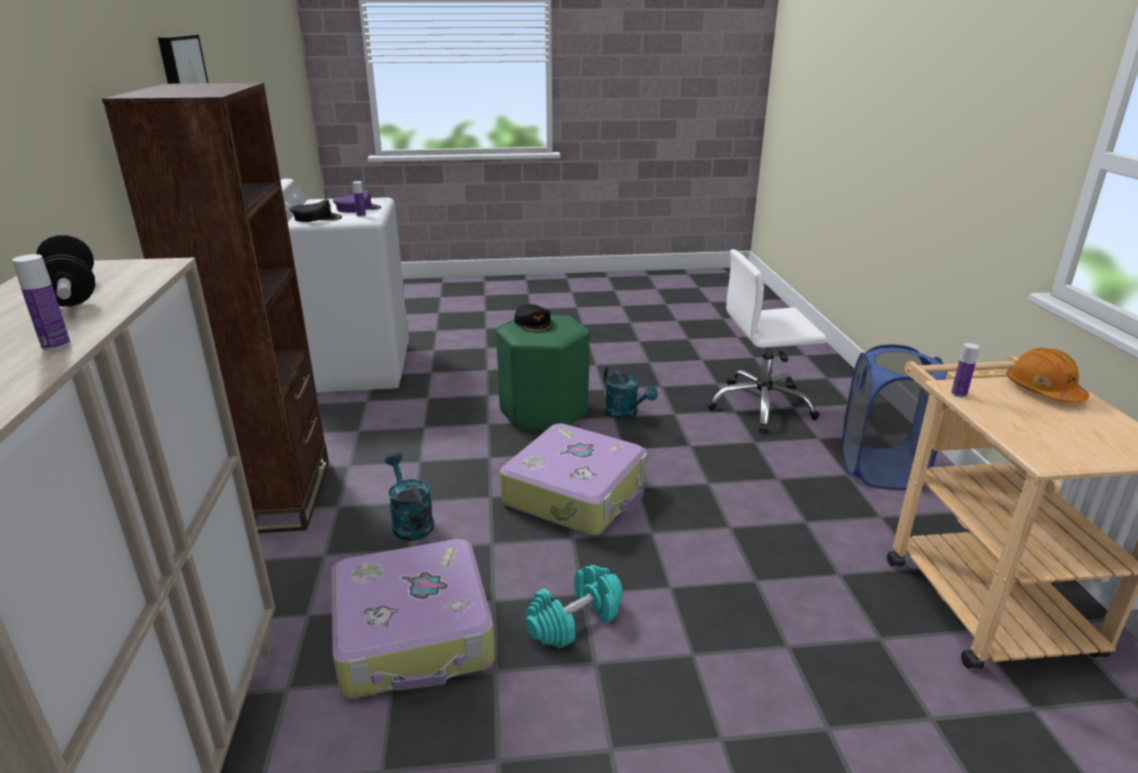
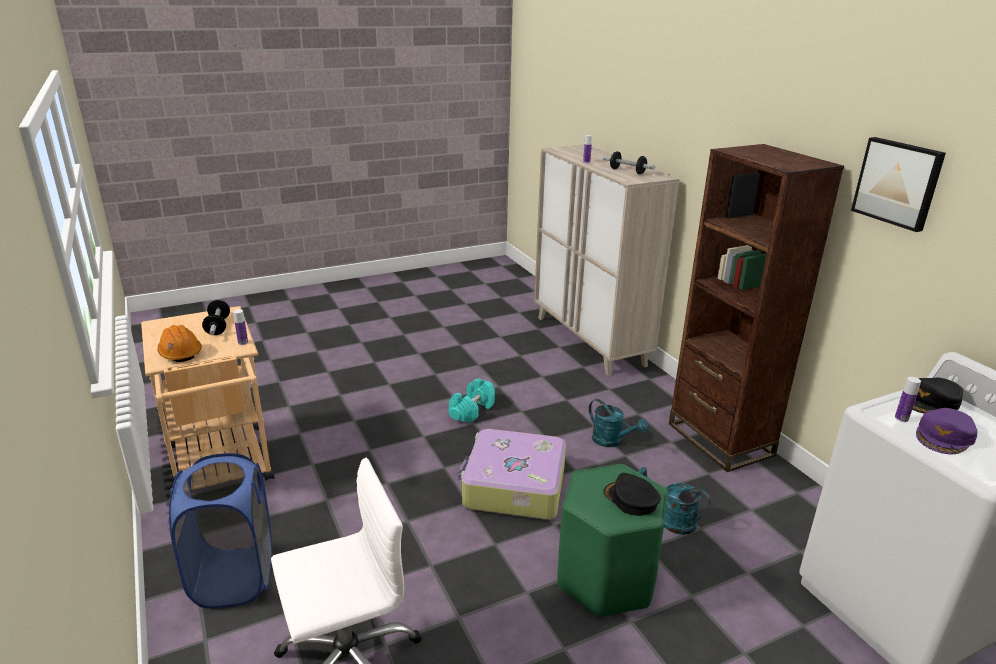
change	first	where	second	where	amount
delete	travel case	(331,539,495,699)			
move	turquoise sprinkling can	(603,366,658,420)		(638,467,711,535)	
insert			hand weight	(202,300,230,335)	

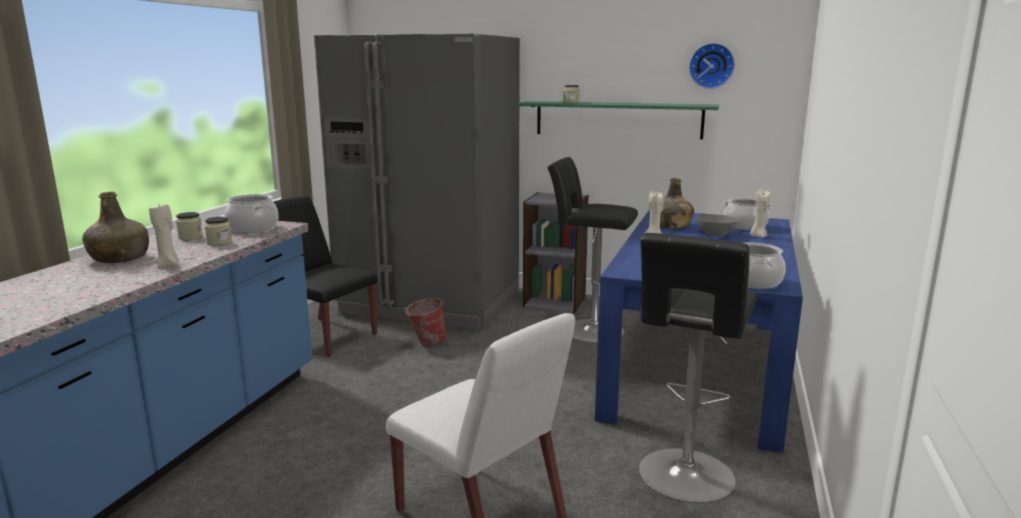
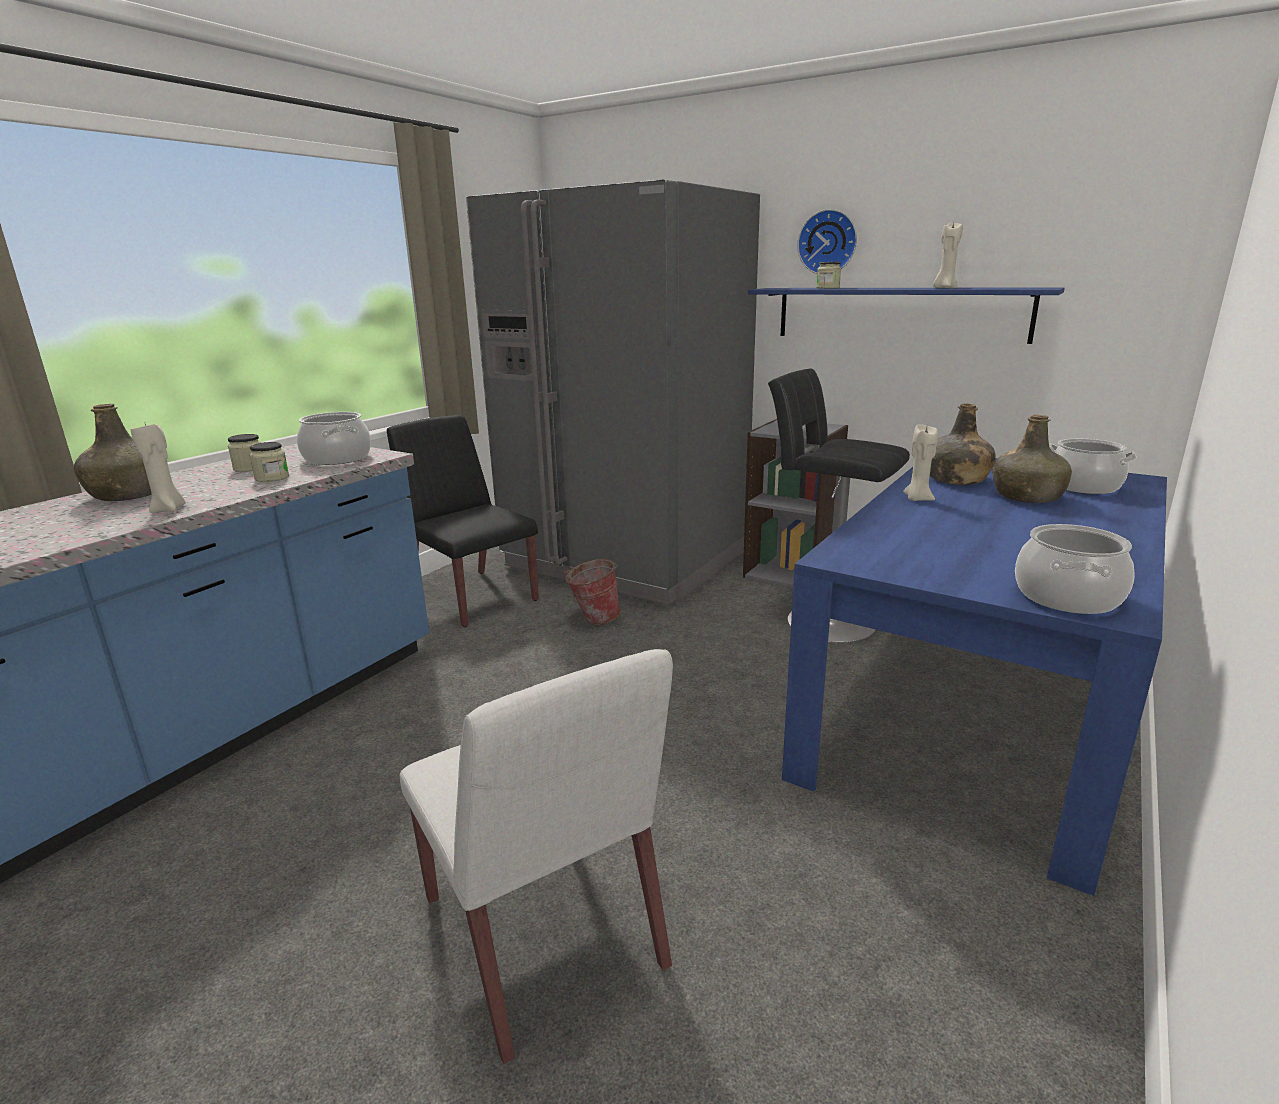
change	first	where	second	where	amount
recolor	green wall shelf	(517,101,719,139)	blue wall shelf	(748,287,1065,344)	
delete	black stool seat	(639,233,757,503)			
move	clock on the wall	(689,43,735,89)		(797,209,857,274)	
replace	gray bowl	(697,214,738,236)	green beverage bottle	(993,415,1072,503)	
move	beige-coloured candle	(750,190,771,238)		(933,222,963,288)	

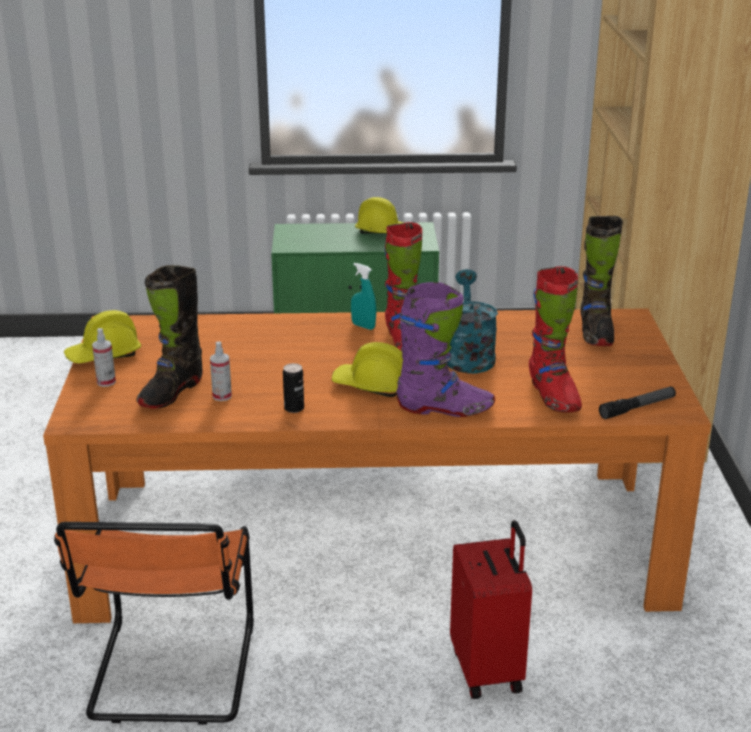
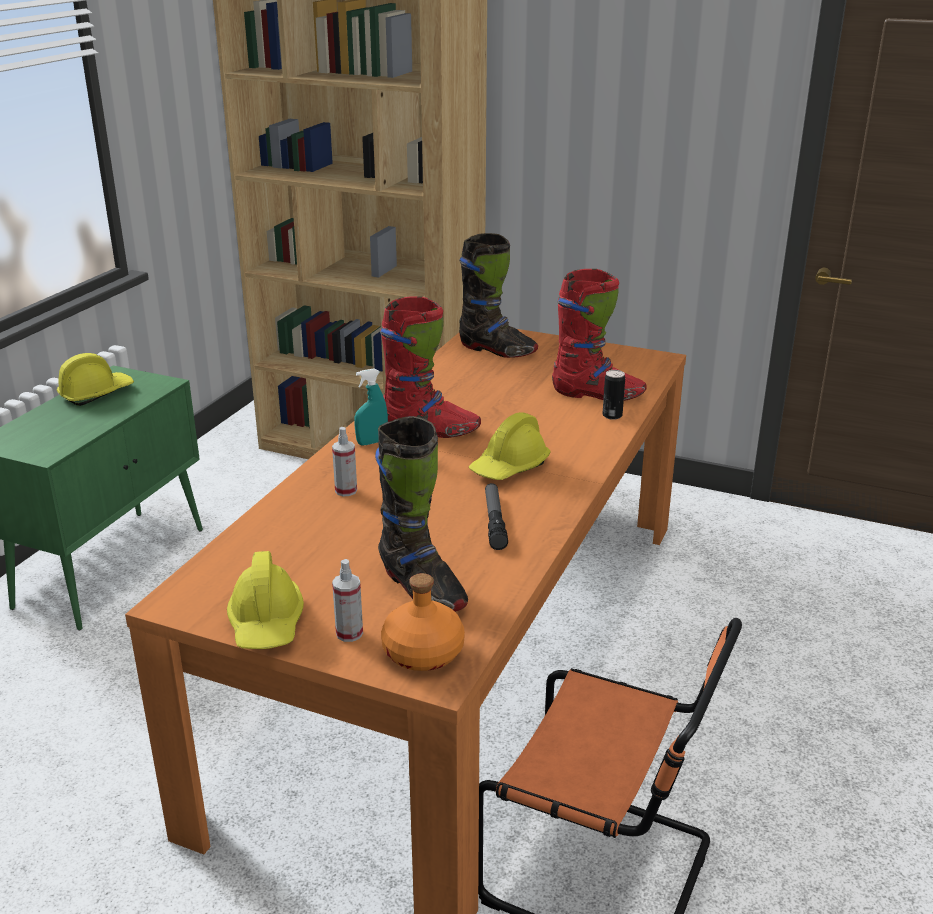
change	first	where	second	where	amount
move	sprayer	(210,341,232,401)		(332,427,357,496)	
move	metal can	(283,363,304,413)		(602,370,625,420)	
delete	purple boot	(396,282,495,417)			
delete	turquoise sprinkling can	(447,269,498,374)			
delete	reddish travel case	(450,520,532,699)			
move	torch	(599,387,676,419)		(485,483,508,550)	
insert			orange-coloured beverage bottle	(381,573,465,671)	

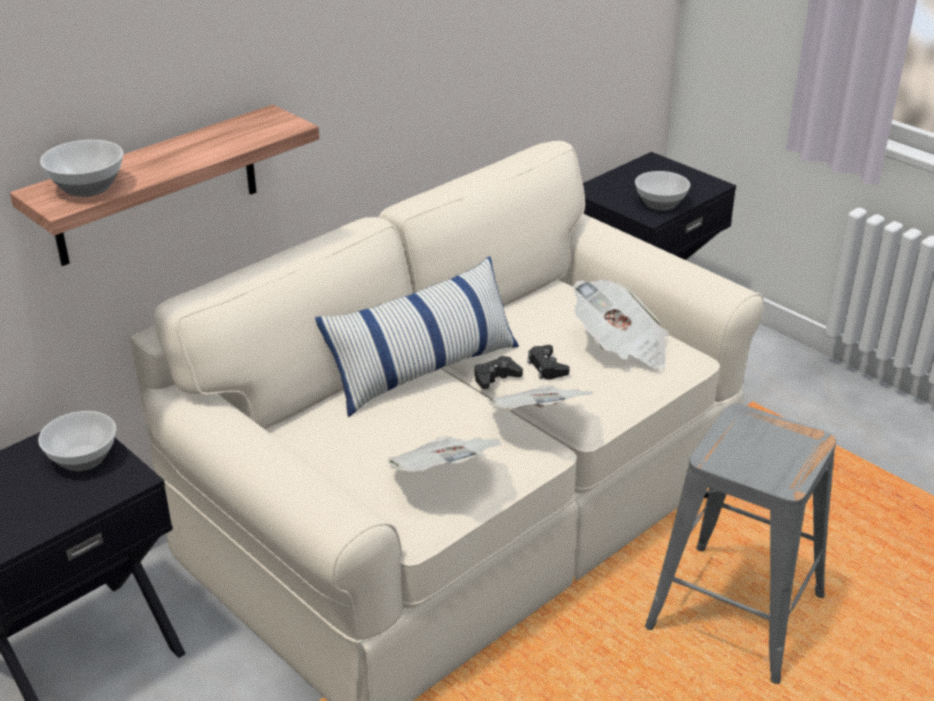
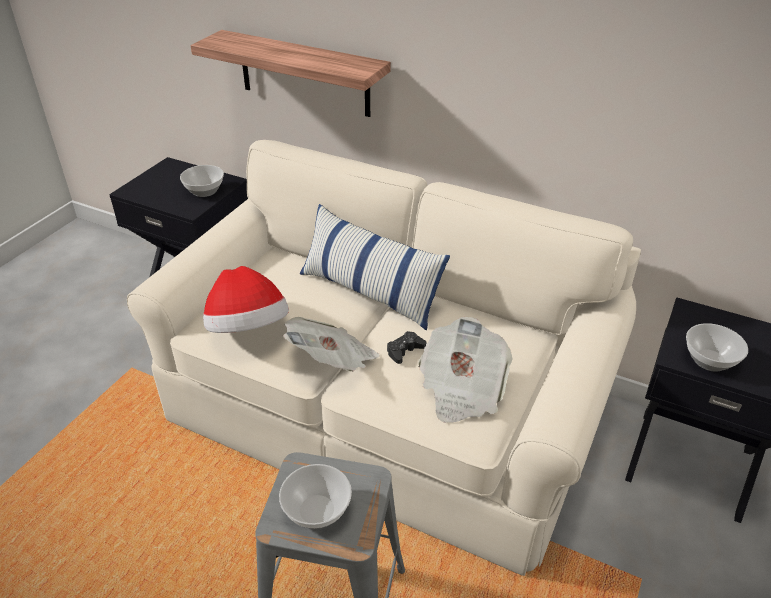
change	first	where	second	where	amount
move	bowl	(40,140,124,197)		(279,464,352,529)	
replace	newspaper	(387,436,502,472)	hat	(203,266,289,333)	
delete	black gamepad	(475,356,523,389)			

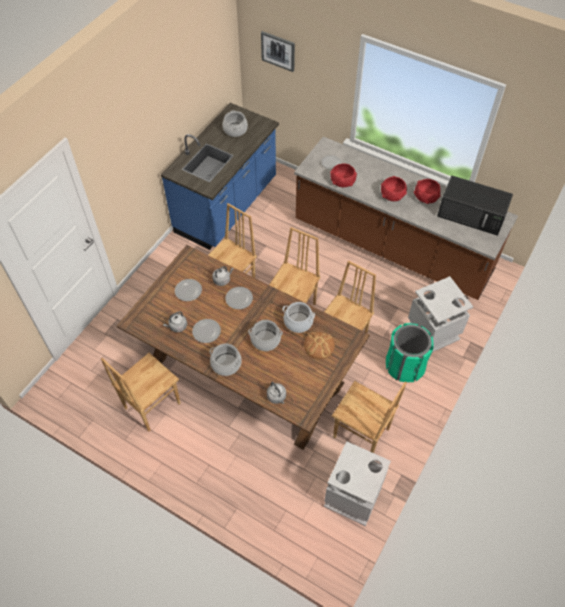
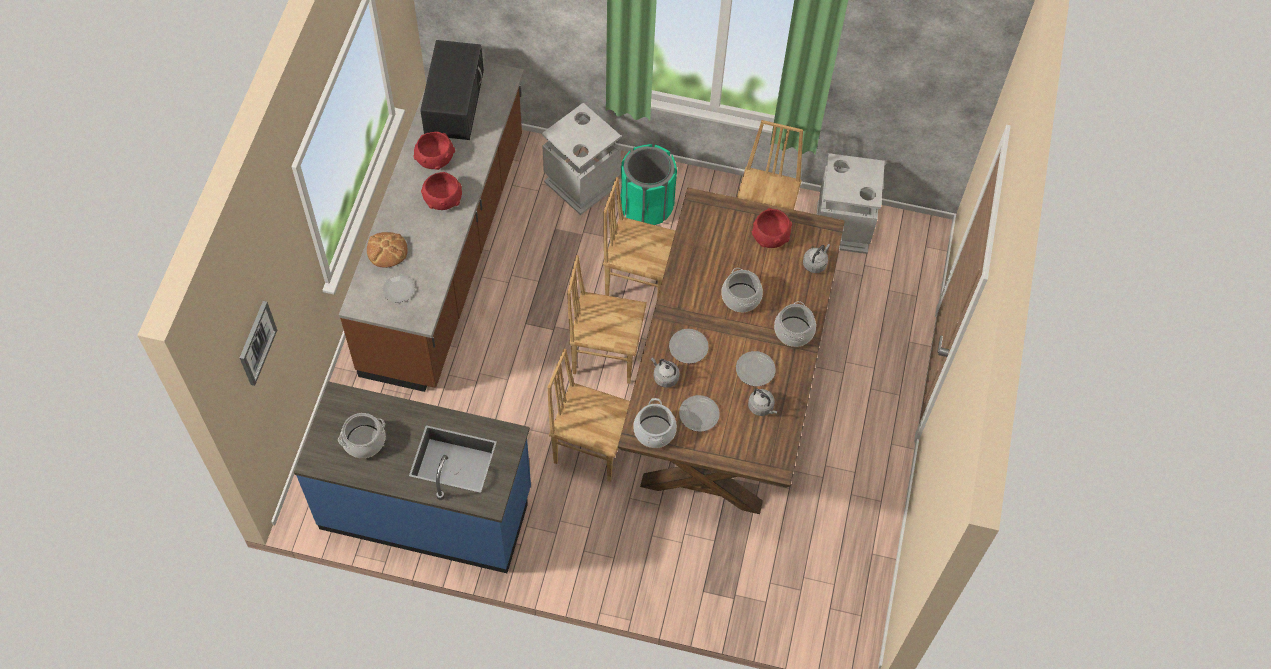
change	first	where	second	where	amount
delete	brown upright chair	(101,352,180,432)			
move	stockpot	(283,302,315,333)		(633,398,677,448)	
move	baked bread	(304,332,335,359)		(367,232,408,268)	
move	reddish bowl	(330,163,357,187)		(752,208,792,248)	

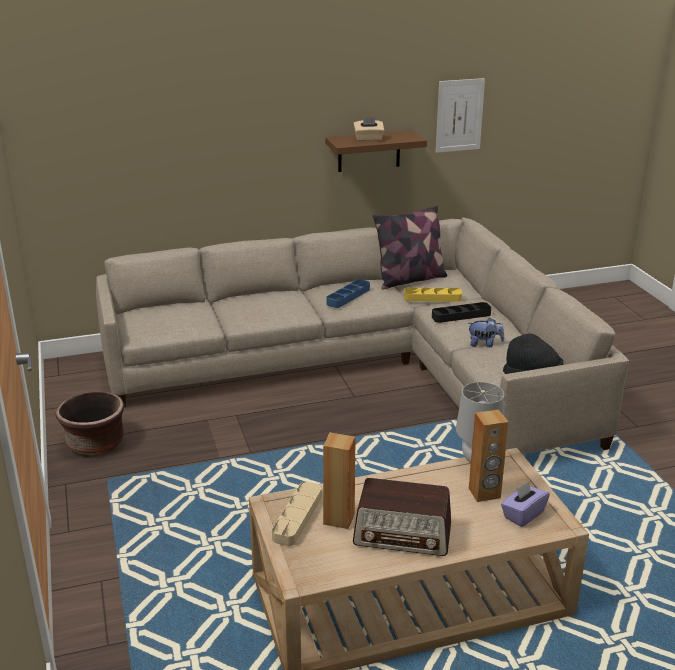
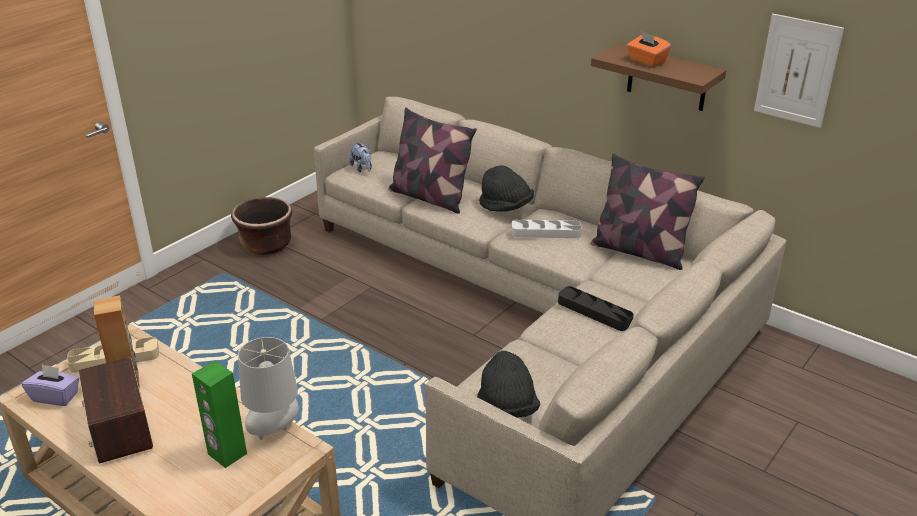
change	first	where	second	where	amount
recolor	blue serving tray	(327,279,370,308)	gray serving tray	(512,220,582,238)	
recolor	beige-coloured box of tissues	(353,118,384,141)	orange-coloured box of tissues	(627,32,671,67)	
delete	yellow serving tray	(404,288,462,302)			
move	cuddly toy	(467,318,504,347)		(349,142,372,172)	
recolor	brown speaker	(469,410,509,502)	green speaker	(192,361,247,468)	
move	purple box of tissues	(501,481,550,527)		(22,364,79,406)	
insert			pillow	(388,108,477,214)	
insert			black hat	(479,165,534,212)	

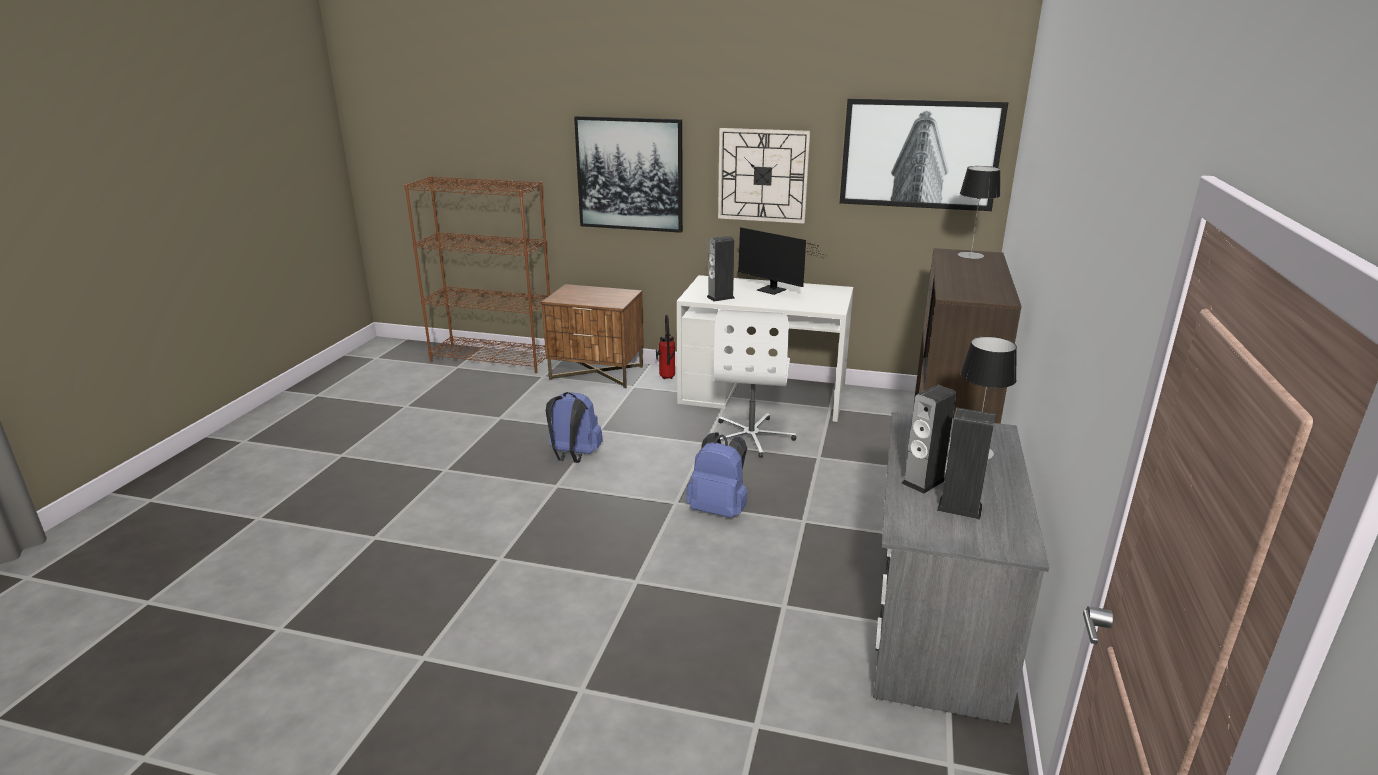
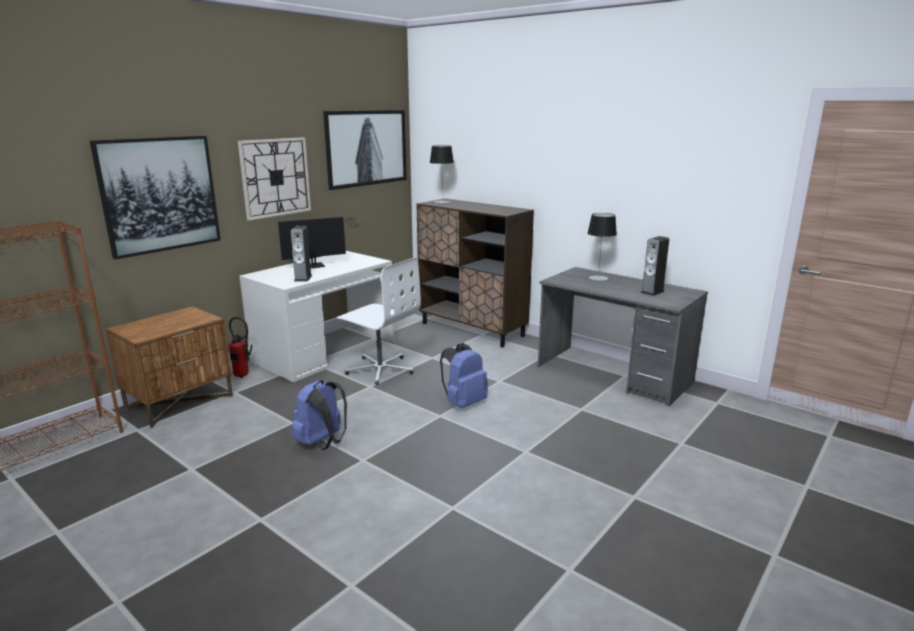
change	first	where	second	where	amount
delete	speaker	(901,385,956,494)			

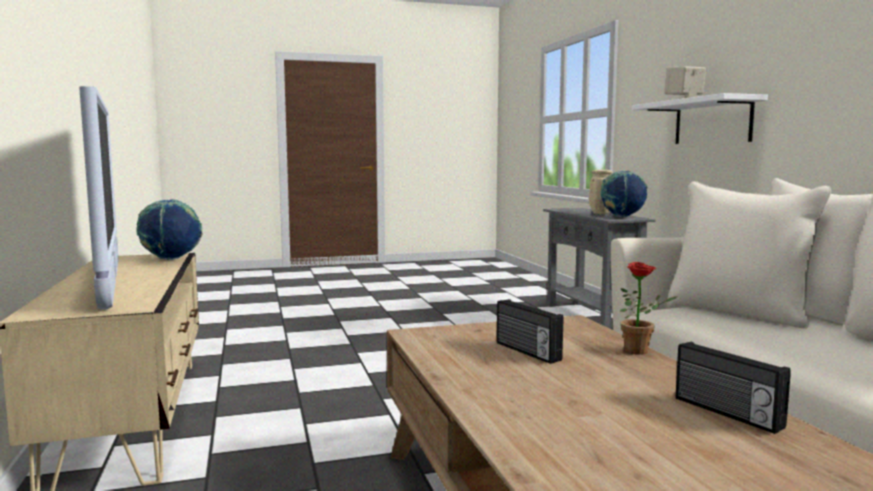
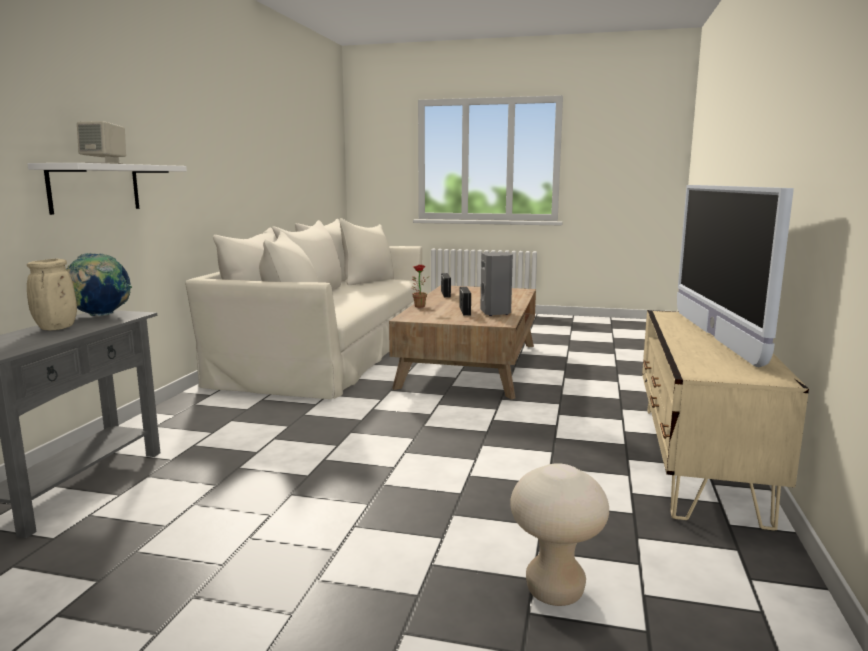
change	first	where	second	where	amount
delete	desk globe	(136,199,203,260)			
insert			gray speaker	(480,252,513,316)	
insert			beige-coloured stool seat	(510,463,609,606)	

